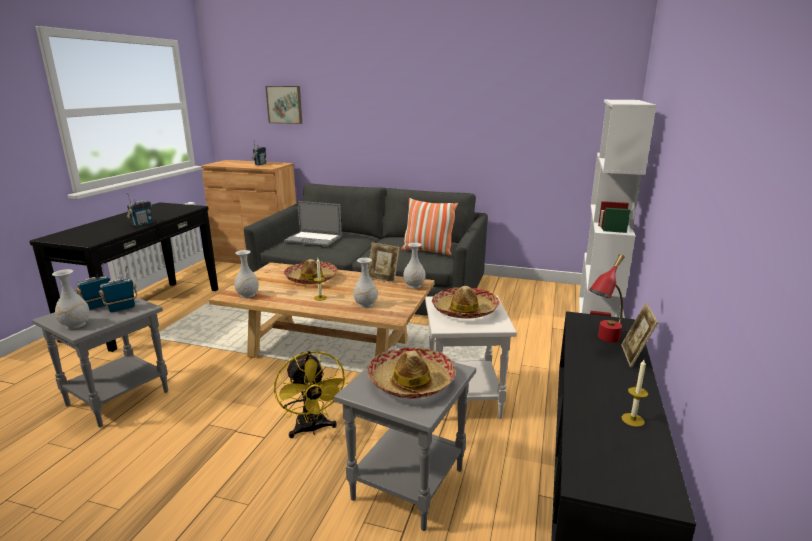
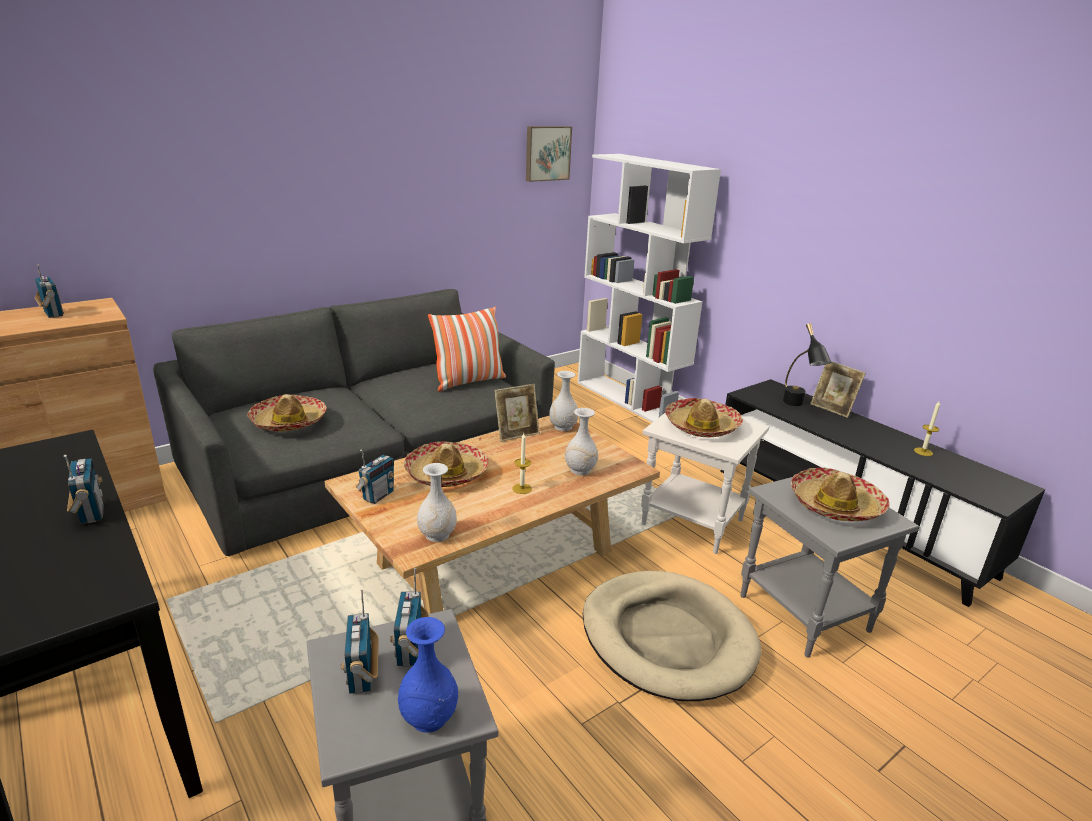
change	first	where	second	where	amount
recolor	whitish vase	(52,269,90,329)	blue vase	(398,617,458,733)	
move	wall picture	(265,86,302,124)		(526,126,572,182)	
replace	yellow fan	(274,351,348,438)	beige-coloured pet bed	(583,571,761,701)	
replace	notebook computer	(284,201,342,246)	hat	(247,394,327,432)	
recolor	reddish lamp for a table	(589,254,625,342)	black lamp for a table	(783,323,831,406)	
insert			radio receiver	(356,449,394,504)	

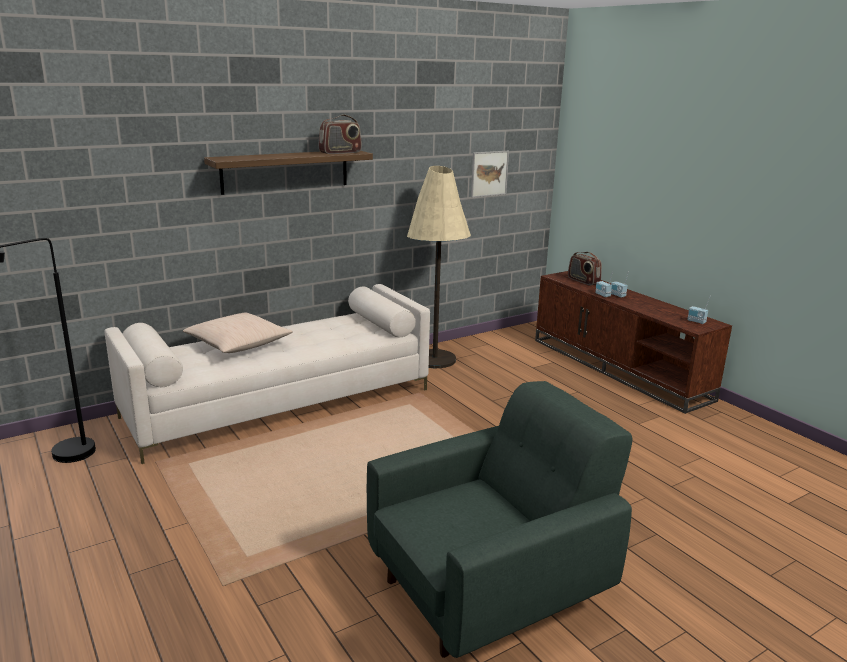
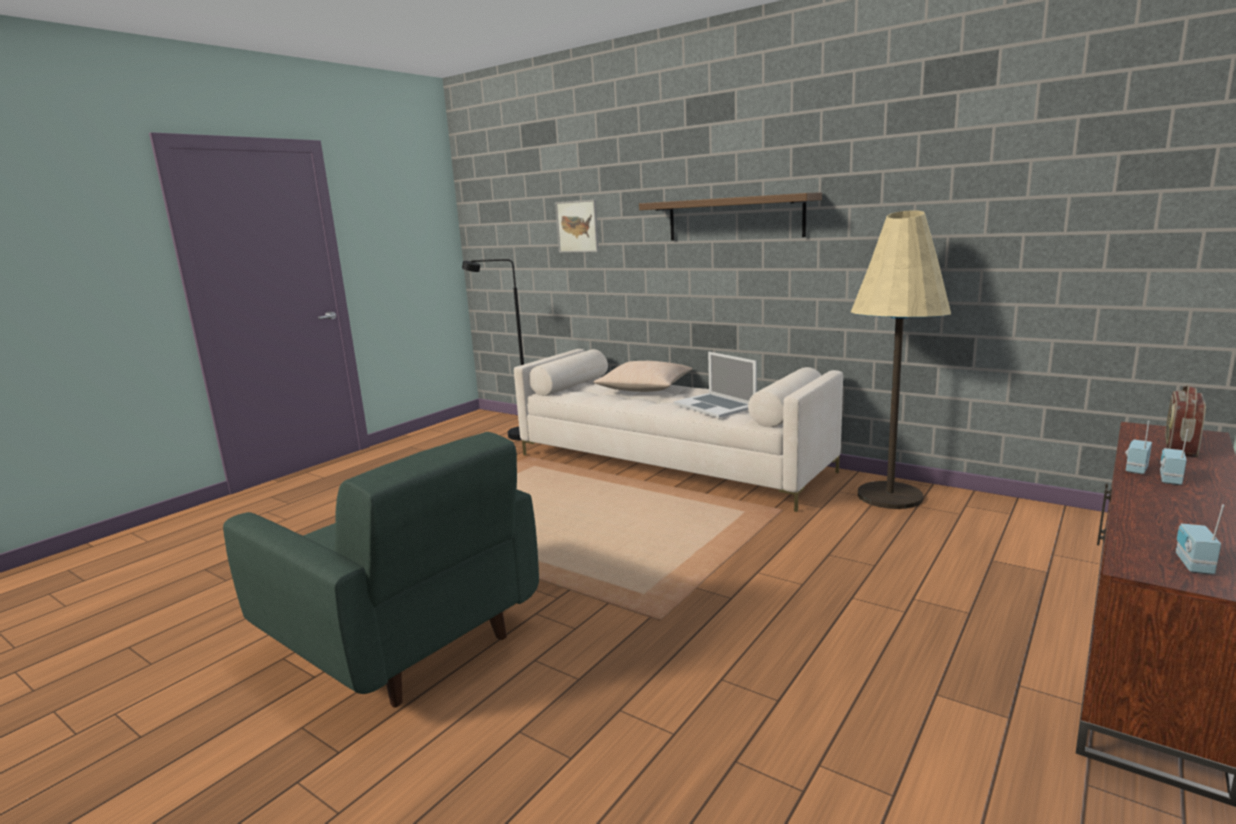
change	first	where	second	where	amount
delete	radio receiver	(319,114,362,154)			
move	wall picture	(471,151,509,198)		(555,200,599,253)	
insert			notebook computer	(673,351,757,418)	

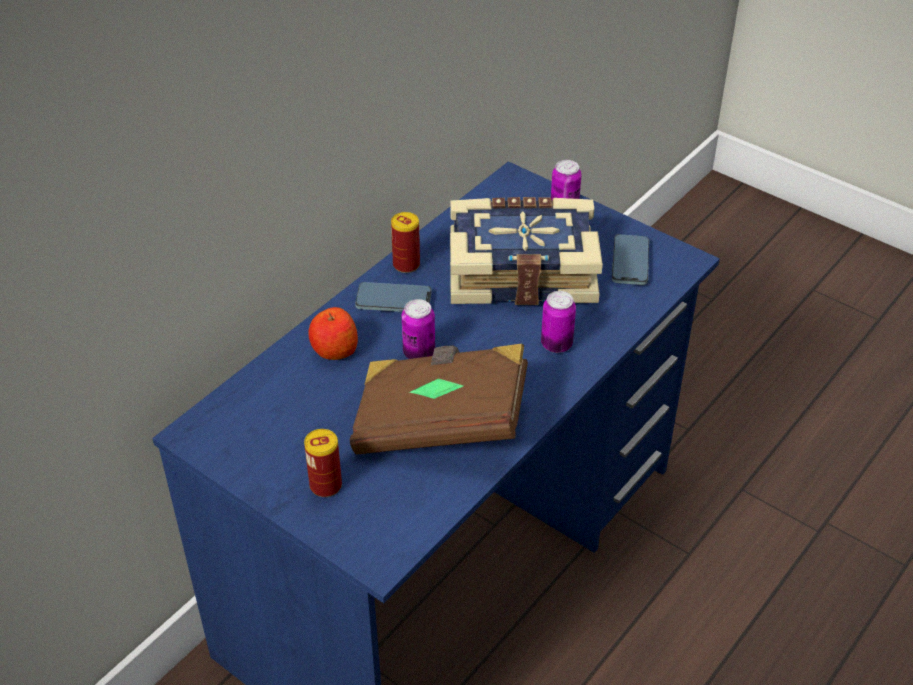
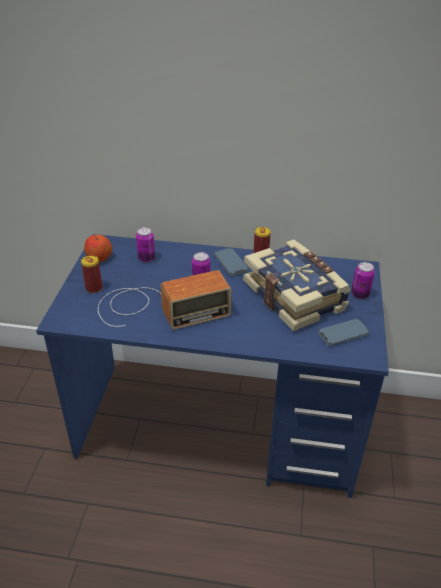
change	first	where	second	where	amount
move	whole apple	(308,307,358,360)		(84,235,112,263)	
replace	brown volume	(350,344,528,454)	radio receiver	(98,270,232,330)	
move	metal can	(541,291,576,353)		(136,227,155,262)	

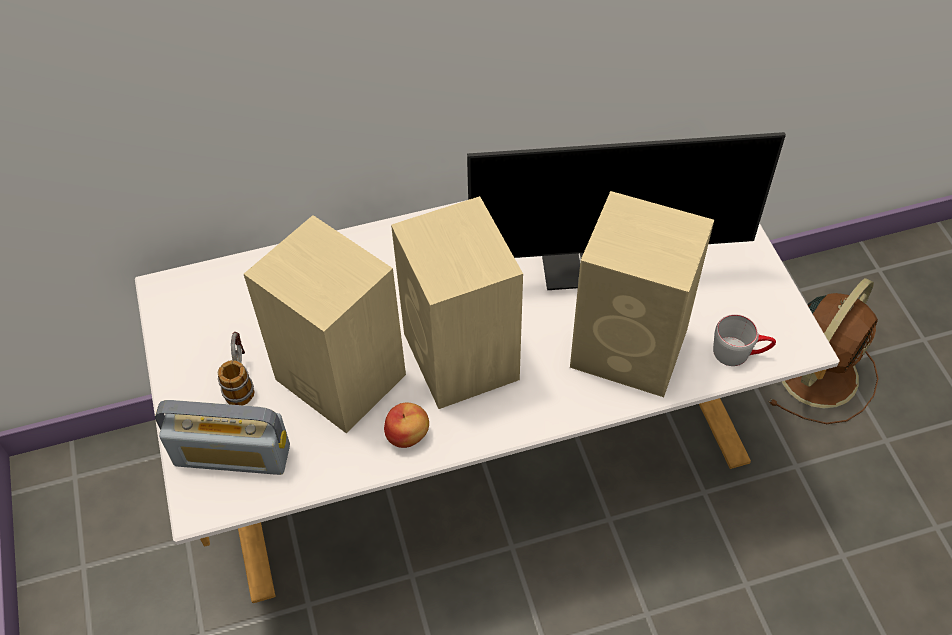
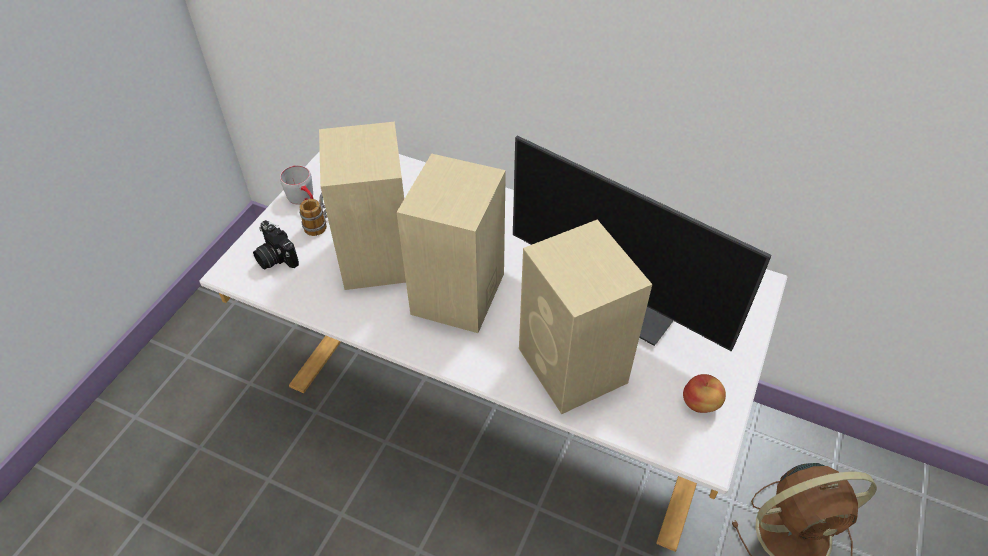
change	first	where	second	where	amount
replace	radio receiver	(155,400,290,475)	still camera	(253,220,299,270)	
move	whole apple	(384,403,429,448)		(683,374,726,413)	
move	gray tea mug	(713,314,776,366)		(280,165,313,204)	

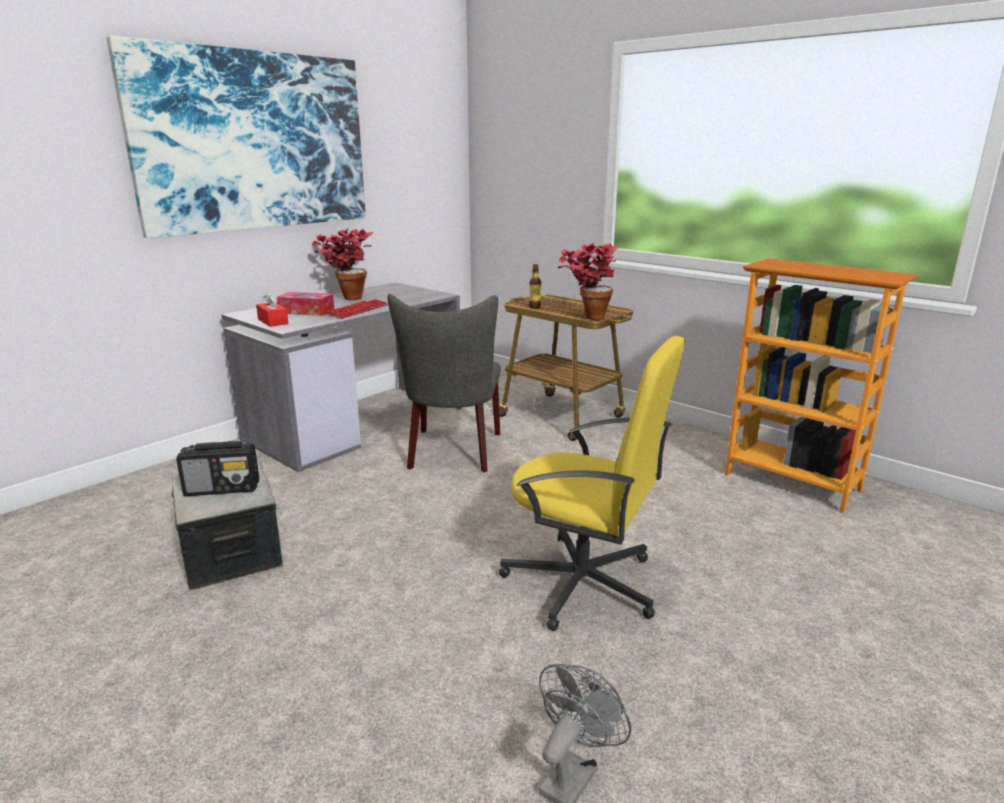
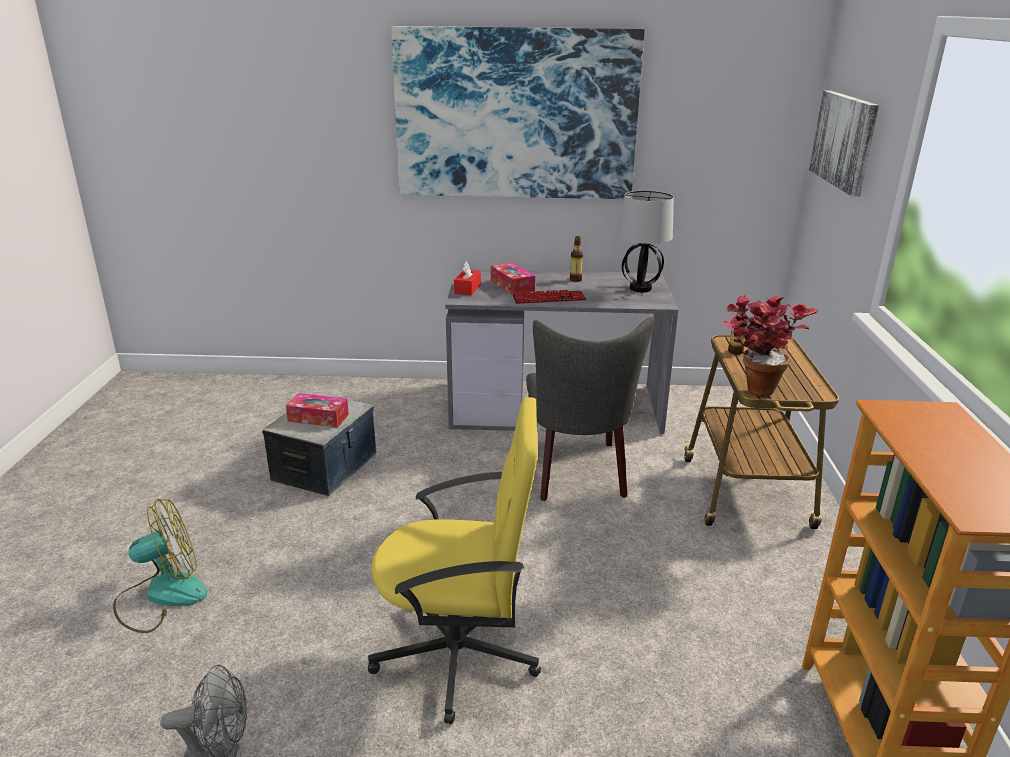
change	first	where	second	where	amount
replace	radio receiver	(176,441,259,496)	box of tissues	(286,393,349,428)	
replace	plant in a pot	(312,228,373,300)	beverage bottle	(570,236,583,282)	
rotate	gray upright chair	(388,294,500,473)		(526,317,654,501)	60 degrees counterclockwise
rotate	yellow computer chair	(499,336,685,631)		(368,397,541,725)	75 degrees counterclockwise
insert			fan	(113,498,207,633)	
insert			lamp for a table	(618,190,674,292)	
insert			wall picture	(809,90,879,197)	

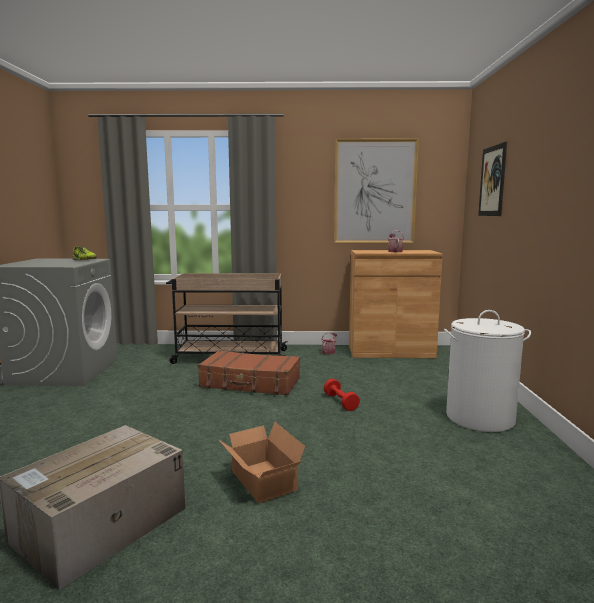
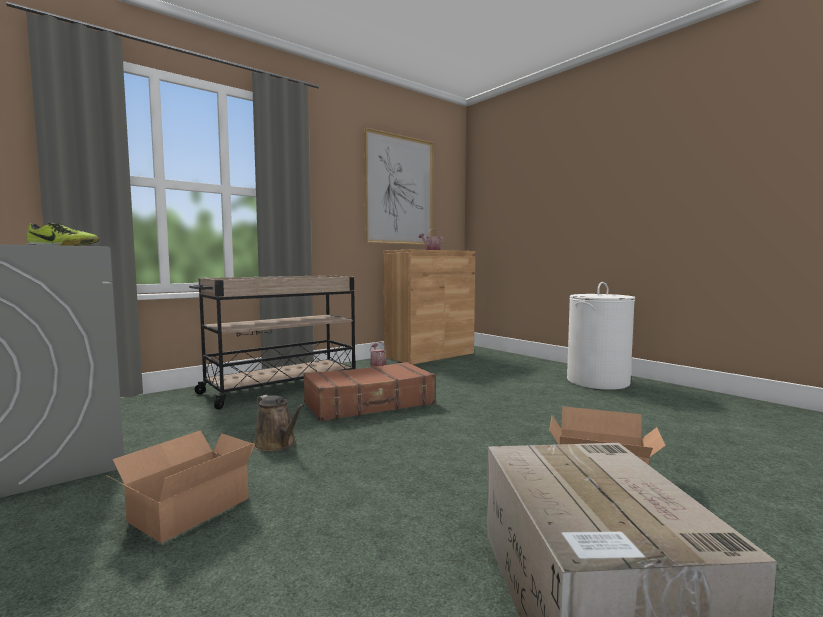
change	first	where	second	where	amount
delete	reddish hand weight	(324,379,360,411)			
delete	wall picture	(478,142,507,216)			
insert			carton	(106,430,255,543)	
insert			brown sprinkling can	(254,395,305,452)	

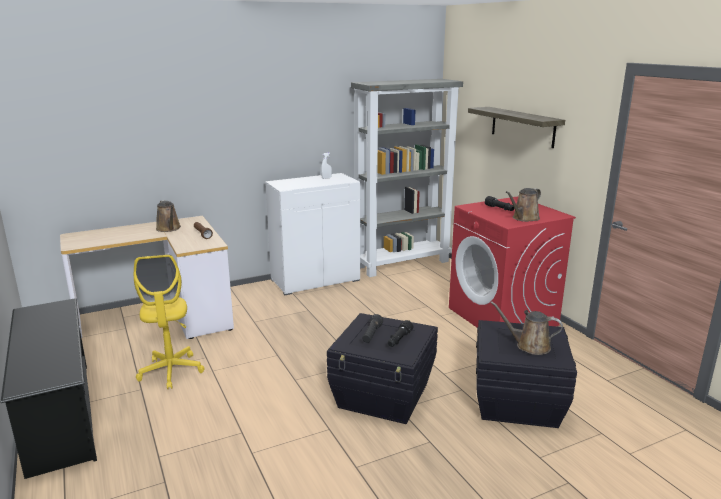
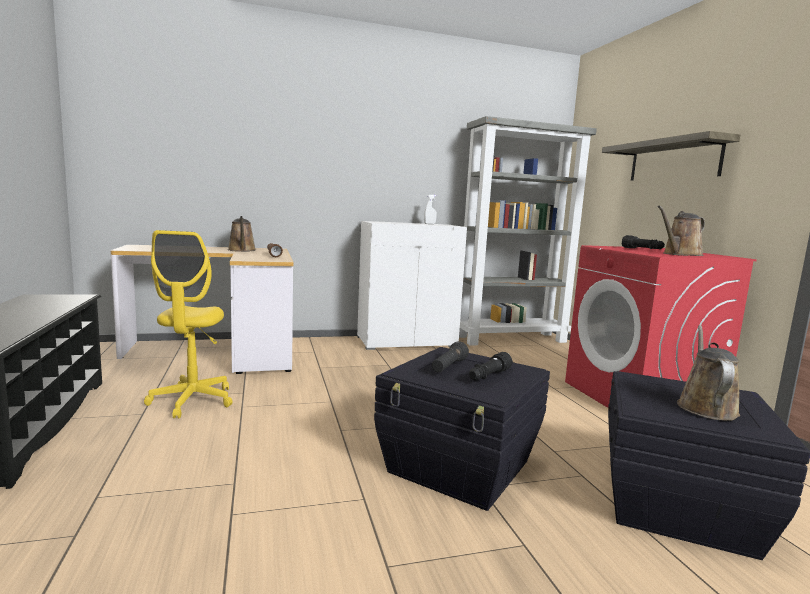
change	first	where	second	where	amount
rotate	brown sprinkling can	(490,301,563,355)		(677,325,740,421)	75 degrees clockwise

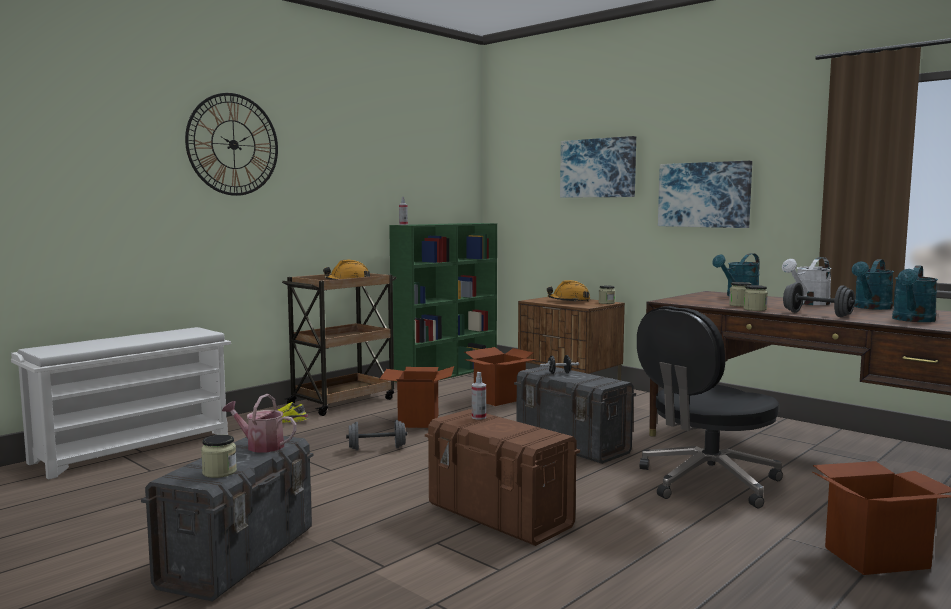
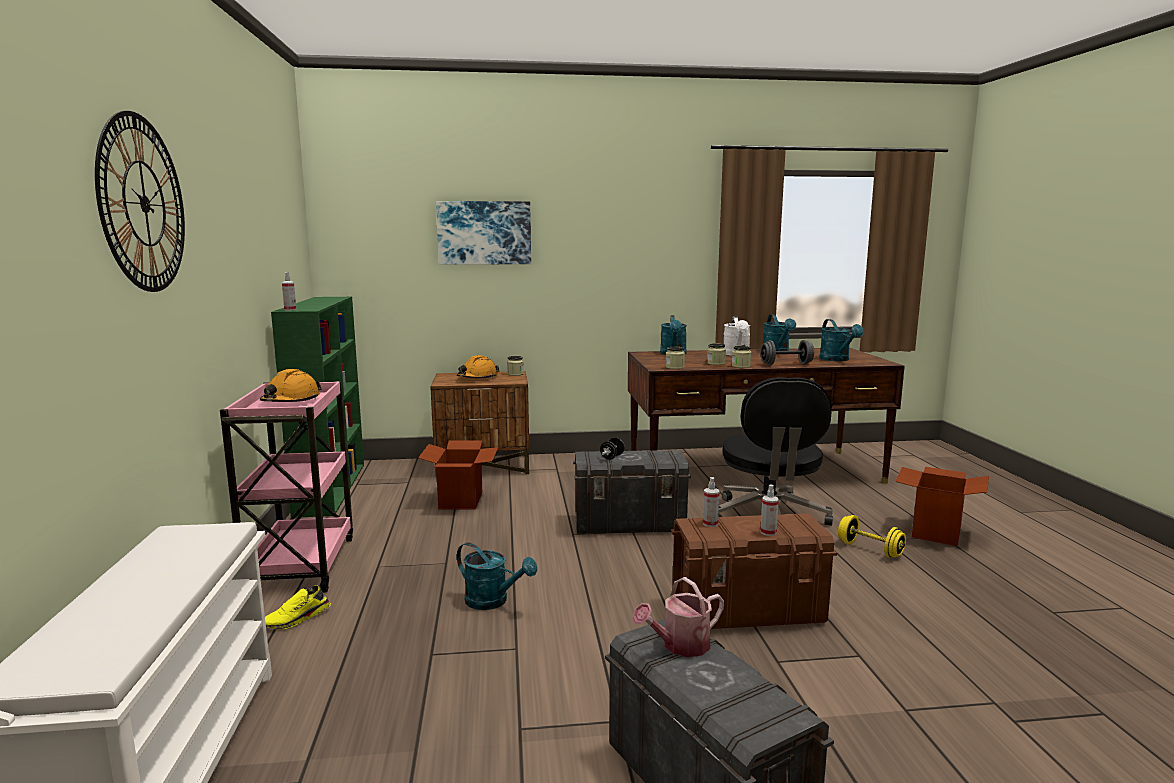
change	first	where	second	where	amount
move	jar	(201,435,237,478)		(666,347,685,369)	
recolor	brown wheeled cart	(282,273,396,416)	pinkish wheeled cart	(220,381,353,593)	
replace	gray hand weight	(346,420,407,451)	turquoise sprinkling can	(457,542,537,610)	
delete	carton	(380,366,454,428)			
delete	wall picture	(658,161,752,228)			
insert			sprayer	(760,485,779,536)	
insert			yellow hand weight	(838,515,906,558)	

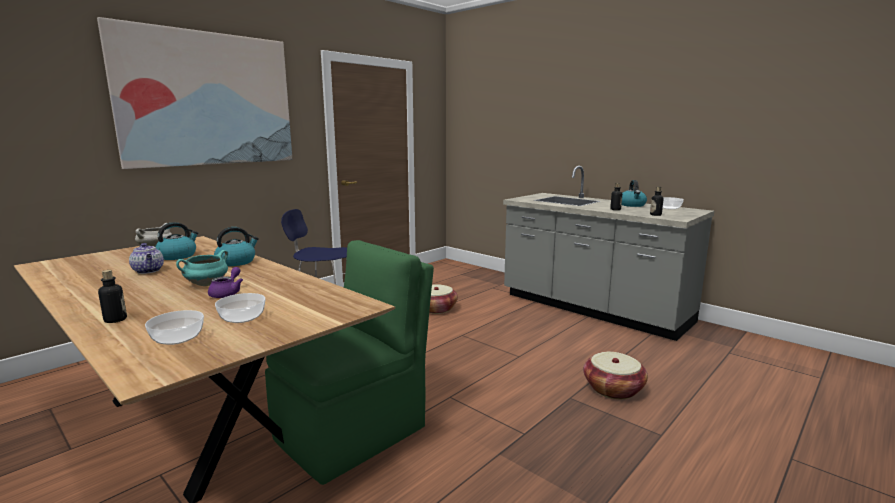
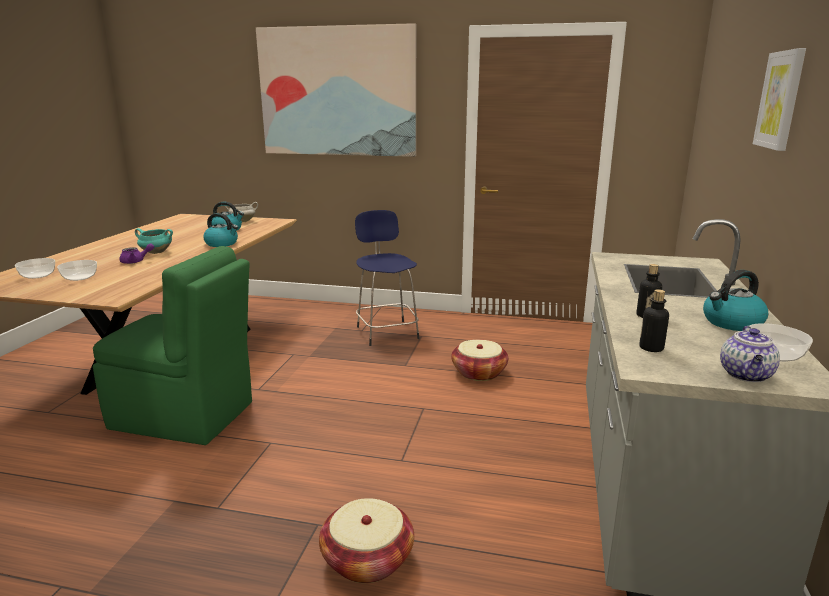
change	first	where	second	where	amount
delete	beverage bottle	(98,270,127,323)			
move	teapot	(129,243,164,274)		(720,326,780,382)	
insert			wall picture	(753,48,806,151)	

